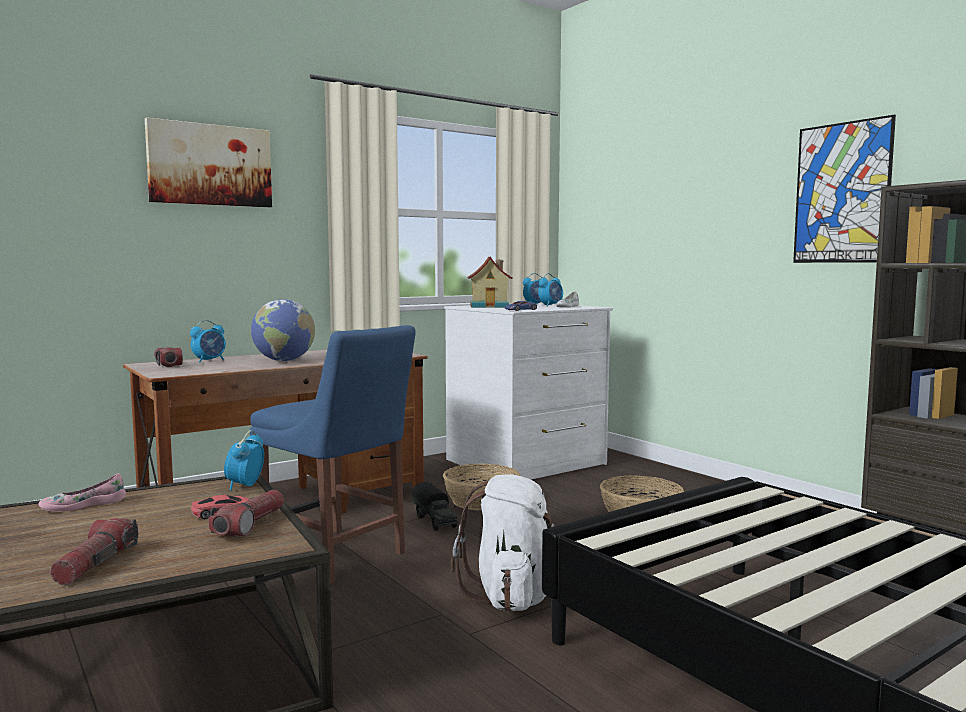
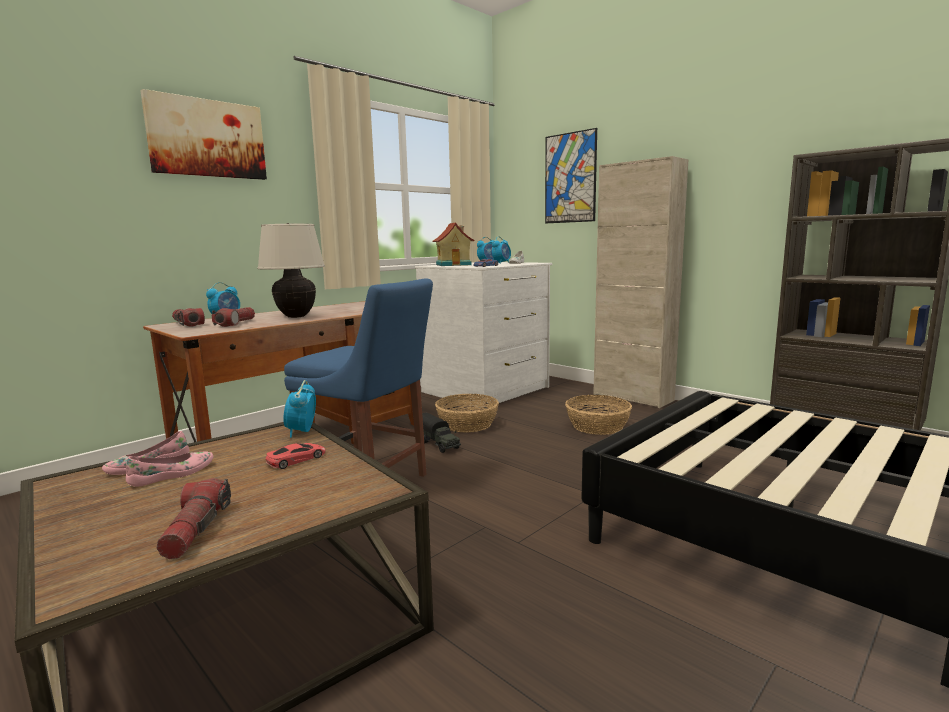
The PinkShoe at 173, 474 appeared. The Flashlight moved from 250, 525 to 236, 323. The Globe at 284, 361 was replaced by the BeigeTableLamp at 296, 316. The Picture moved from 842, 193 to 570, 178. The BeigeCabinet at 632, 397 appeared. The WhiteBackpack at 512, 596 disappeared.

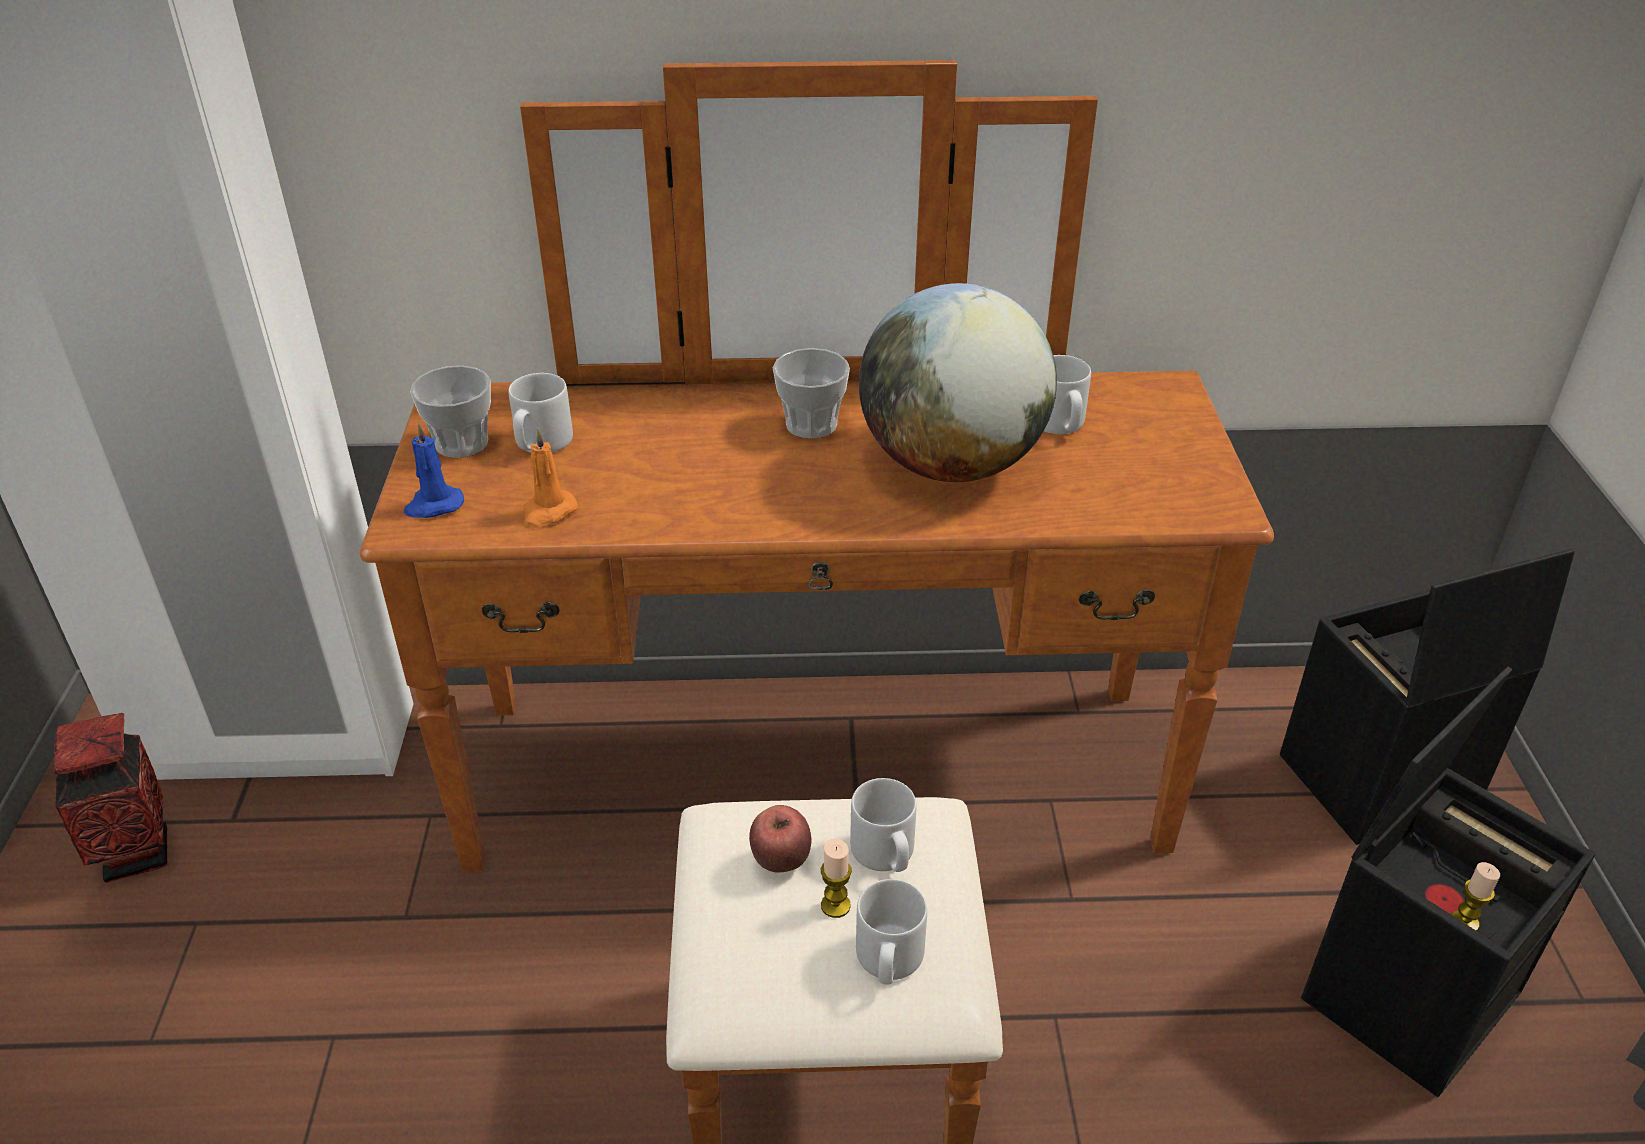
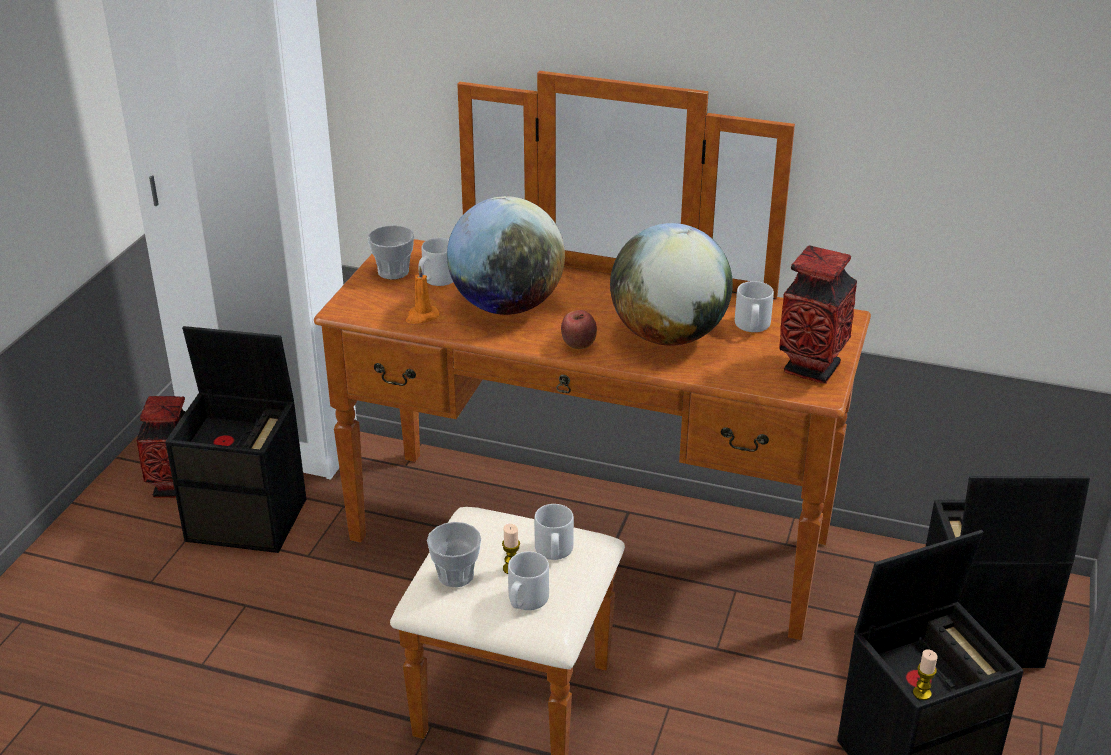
The BlackStorageBox at 249, 519 appeared. The Cup moved from 811, 425 to 455, 575. The Globe at 507, 306 appeared. The Apple moved from 781, 861 to 578, 346. The Vase at 811, 368 appeared. The BlueCandle at 433, 505 disappeared.

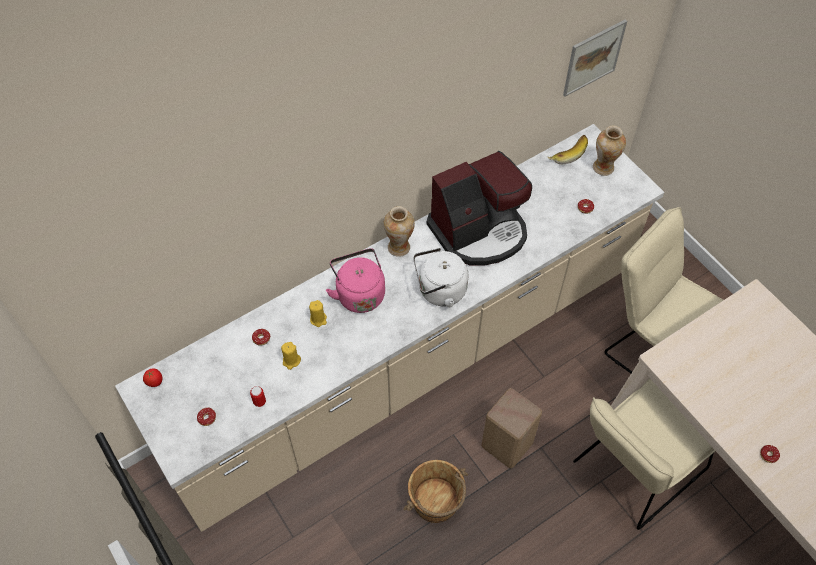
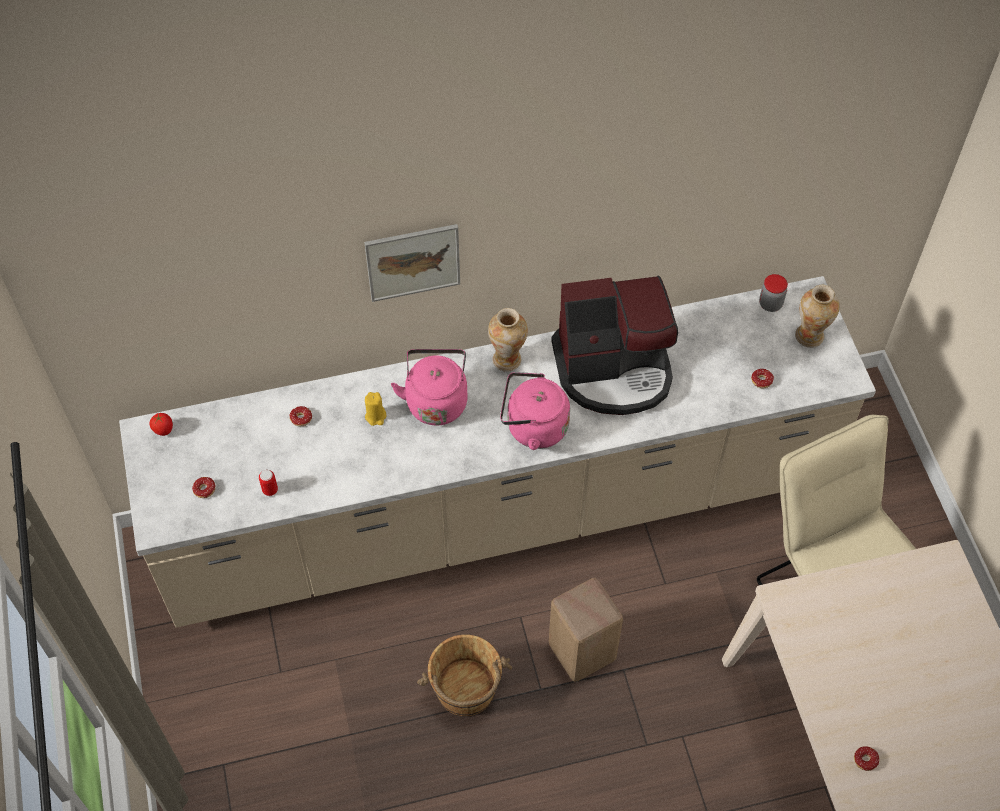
The Picture moved from 593, 57 to 413, 262. The WhiteKettle at 439, 291 became the PinkKettle at 533, 427. The Banana at 567, 153 was replaced by the Jar at 770, 304. The YellowCandle at 291, 361 disappeared. The BeigeChair at 633, 470 disappeared.

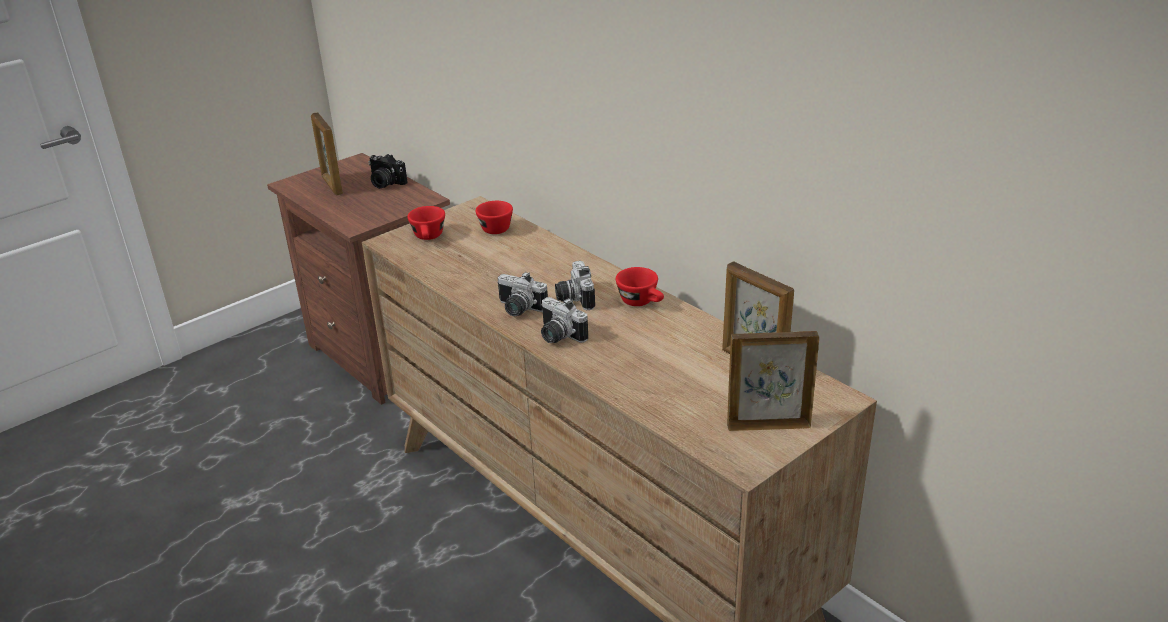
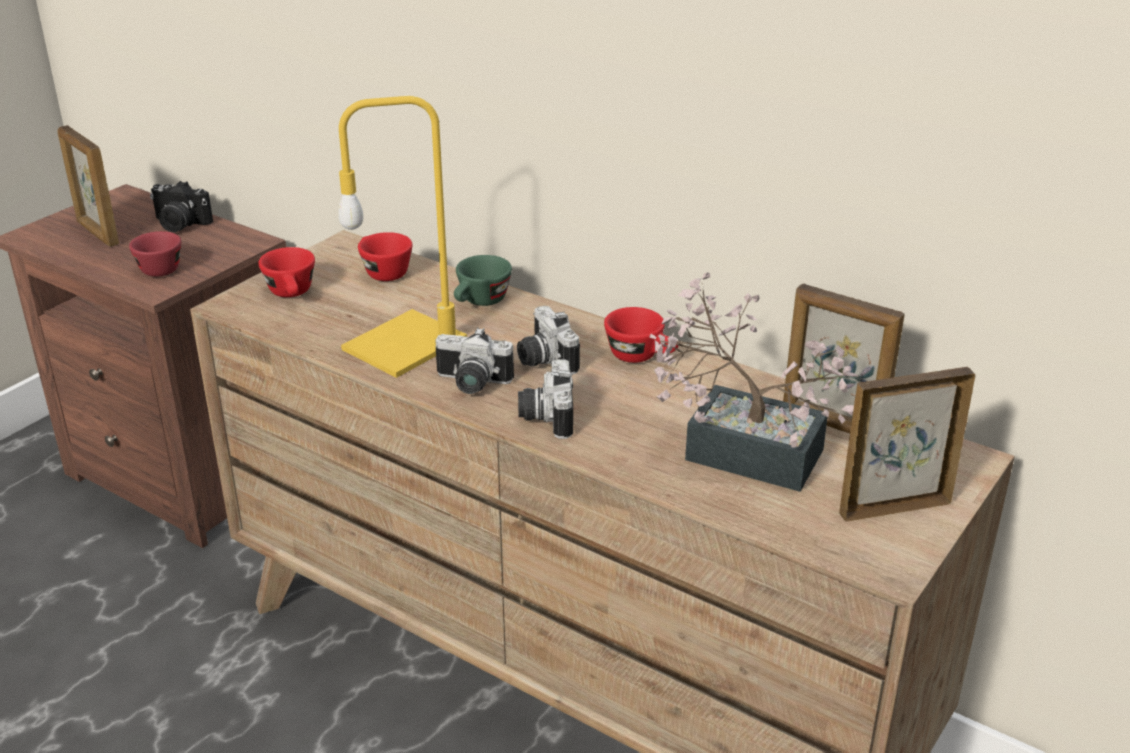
The RedCup at 159, 267 appeared. The YellowTableLamp at 406, 342 appeared. The GreenCup at 480, 302 appeared. The PhotoCamera at 558, 336 turned 60 degrees clockwise. The PottedPlant at 739, 449 appeared.

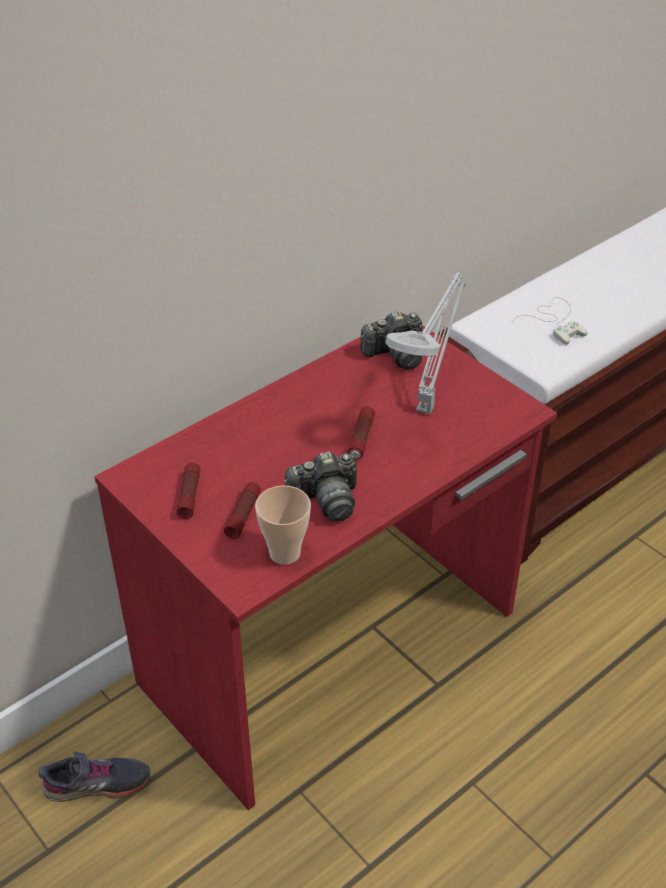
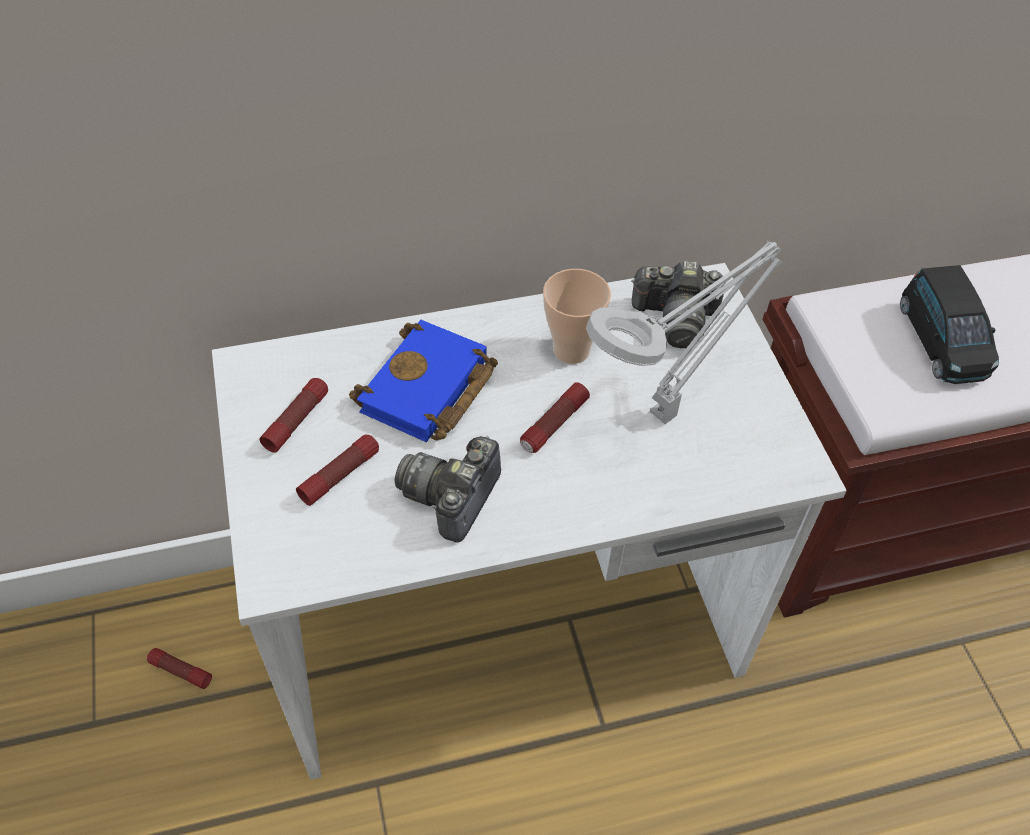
The GreyShoe at 97, 784 was replaced by the Flashlight at 180, 671. The RedDesk at 333, 649 became the WhiteDesk at 509, 626. The BlueBook at 428, 392 appeared. The PhotoCamera at 326, 500 turned 105 degrees clockwise. The Cup moved from 285, 553 to 571, 350. The WhiteGameController at 555, 321 was replaced by the BlackToyCar at 942, 341.

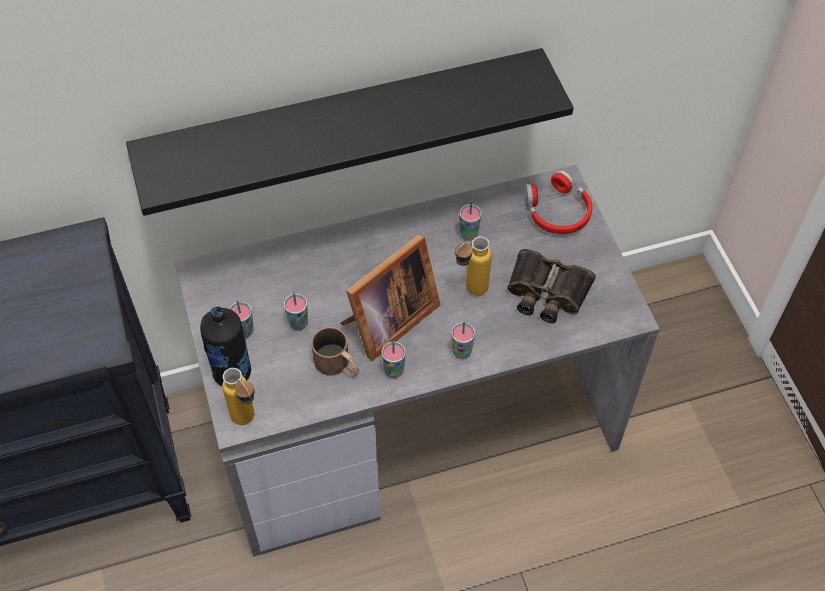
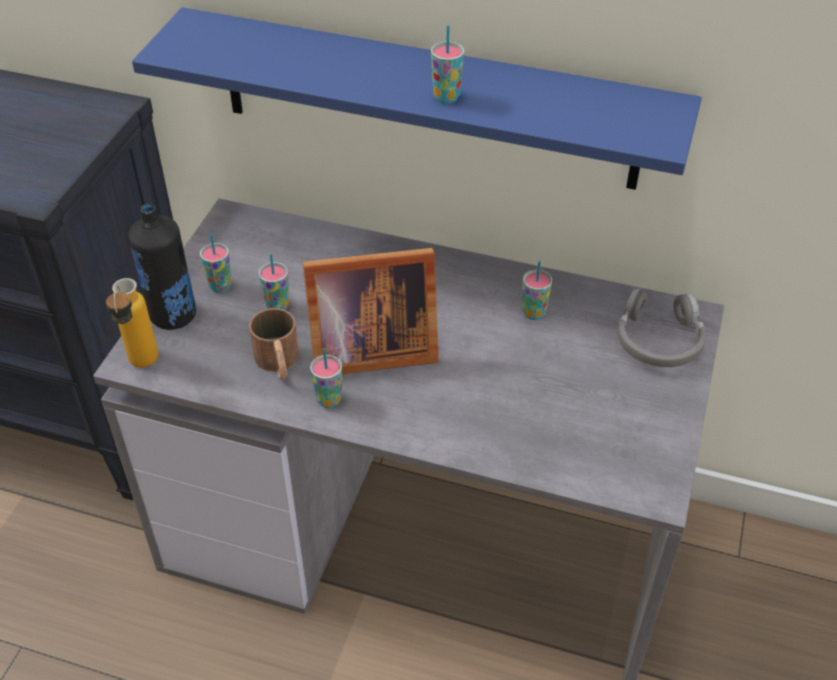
The BlackShelf at 343, 125 became the BlueShelf at 427, 100. The Cup moved from 461, 352 to 446, 97. The RedHeadphones at 557, 211 became the GreyHeadphones at 658, 339. The Bottle at 469, 292 disappeared. The Binoculars at 546, 292 disappeared.

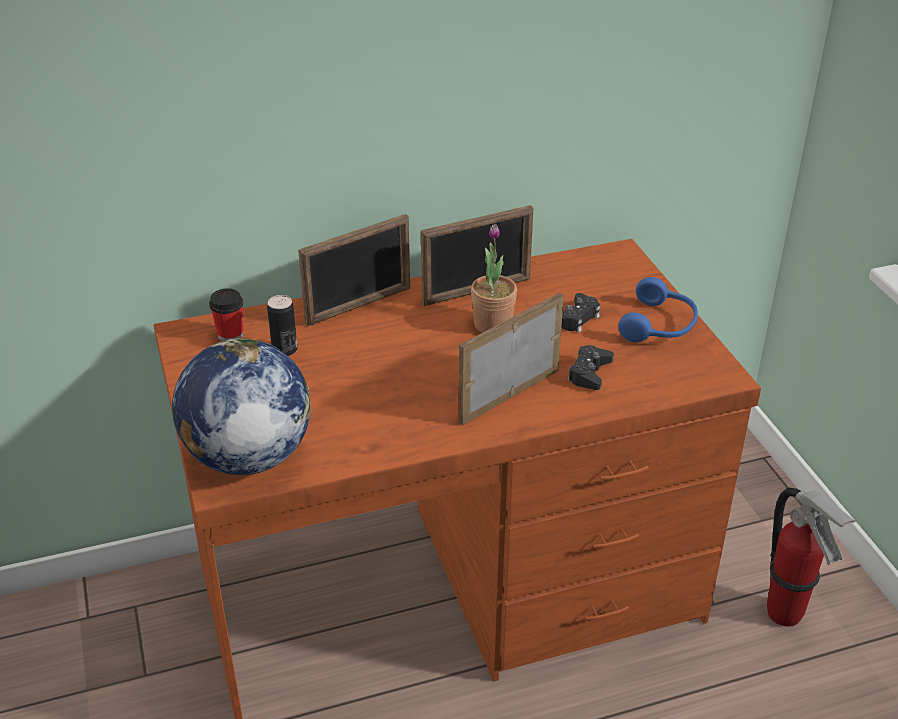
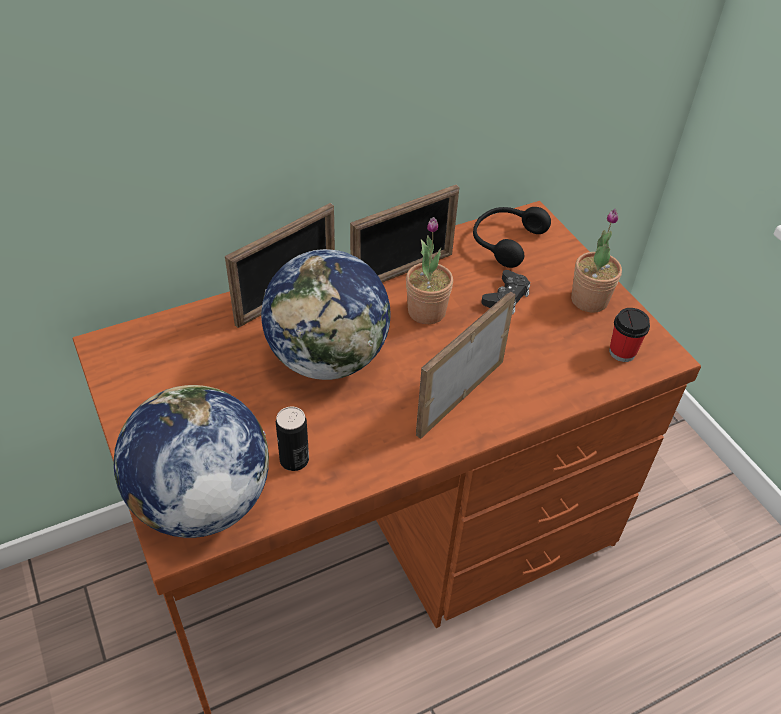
The Globe at 328, 358 appeared. The Can moved from 284, 350 to 294, 460. The BlackHeadphones at 505, 241 appeared. The BlueHeadphones at 660, 325 was replaced by the PottedPlant at 589, 300. The Cup moved from 230, 335 to 622, 352. The BlackGameController at 589, 373 disappeared. The FireExtinguisher at 785, 615 disappeared.

